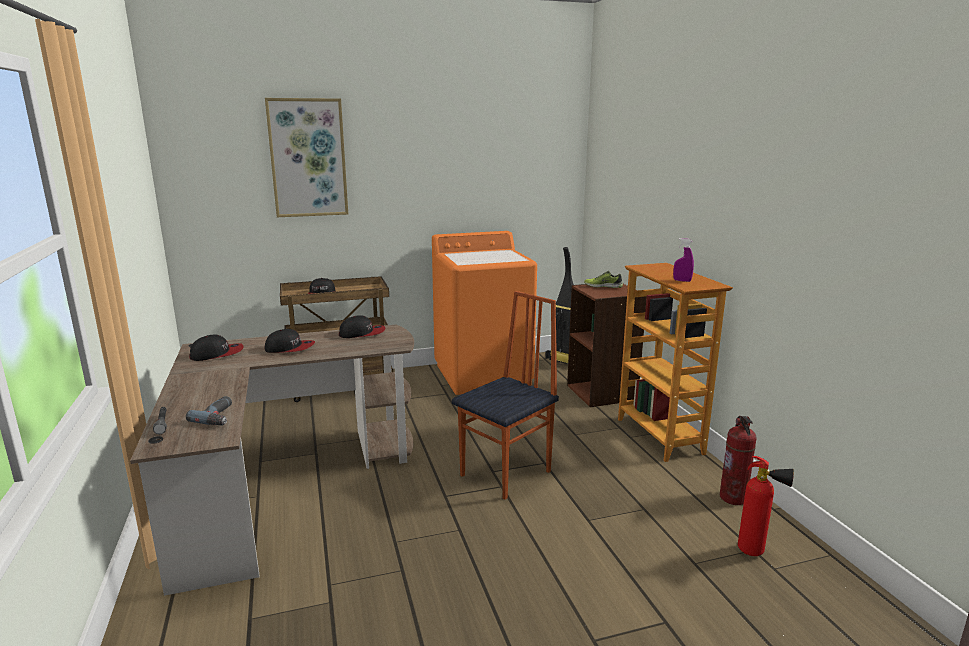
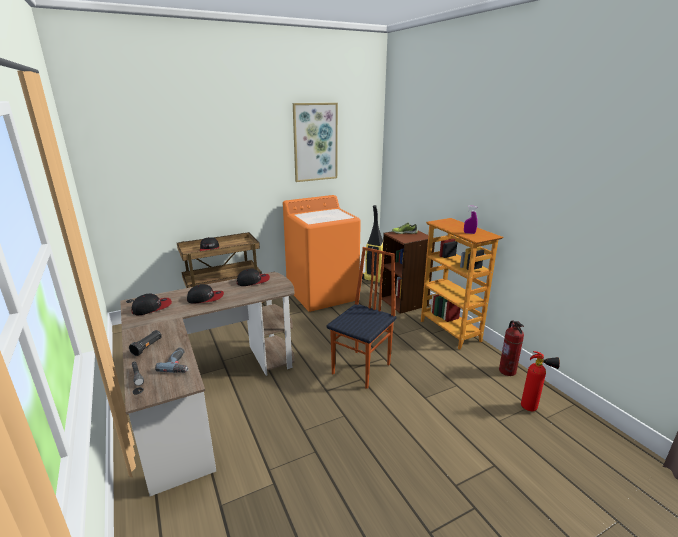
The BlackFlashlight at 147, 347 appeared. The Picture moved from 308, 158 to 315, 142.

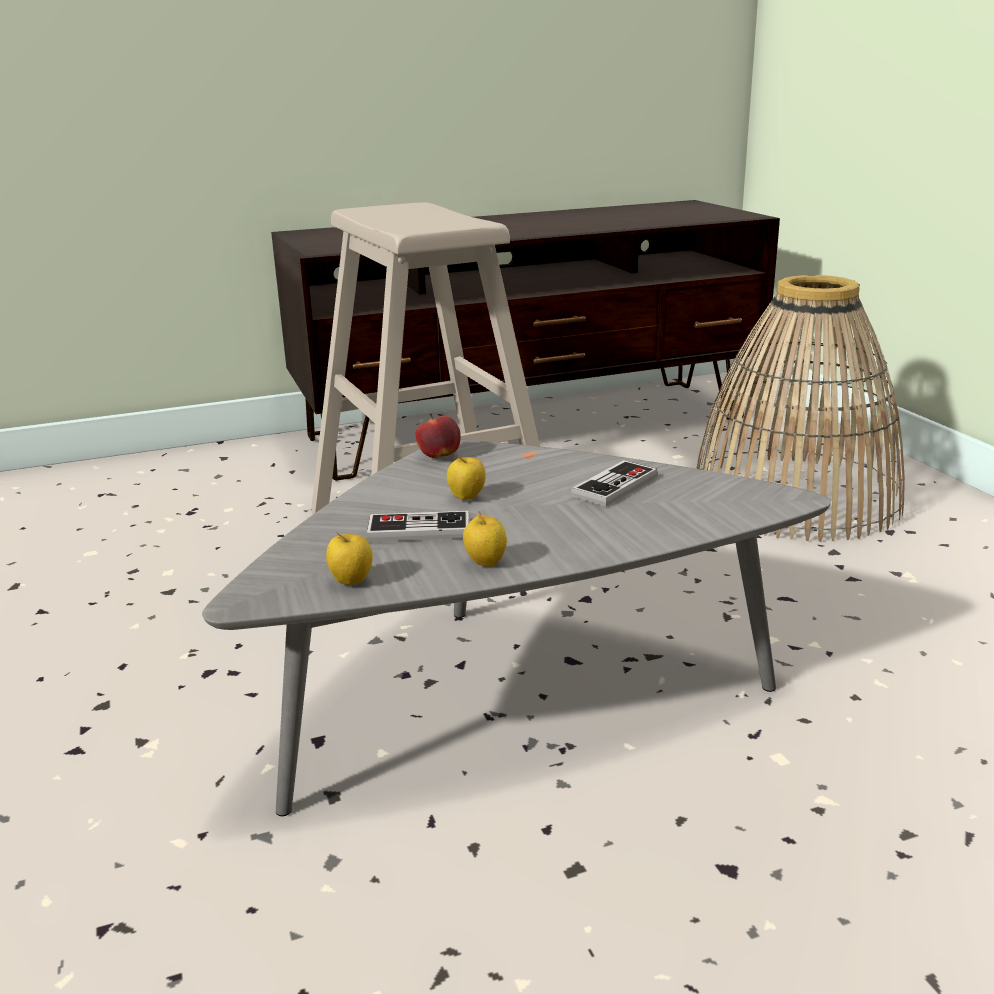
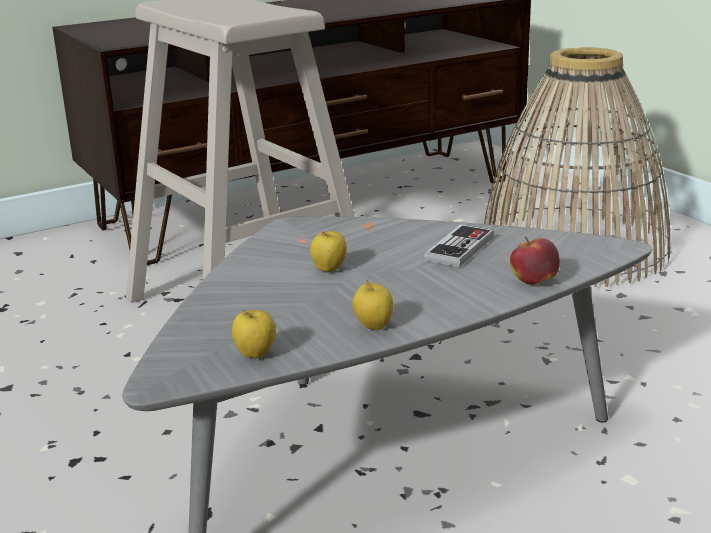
The Apple moved from 439, 456 to 534, 282. The GameController at 419, 530 disappeared.

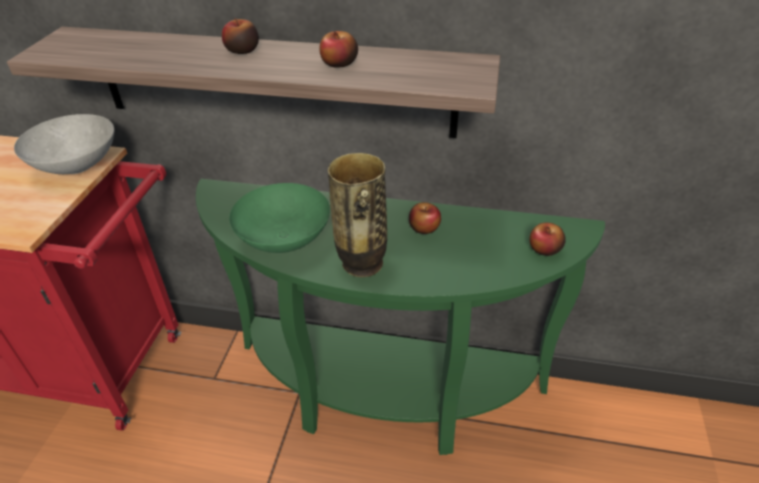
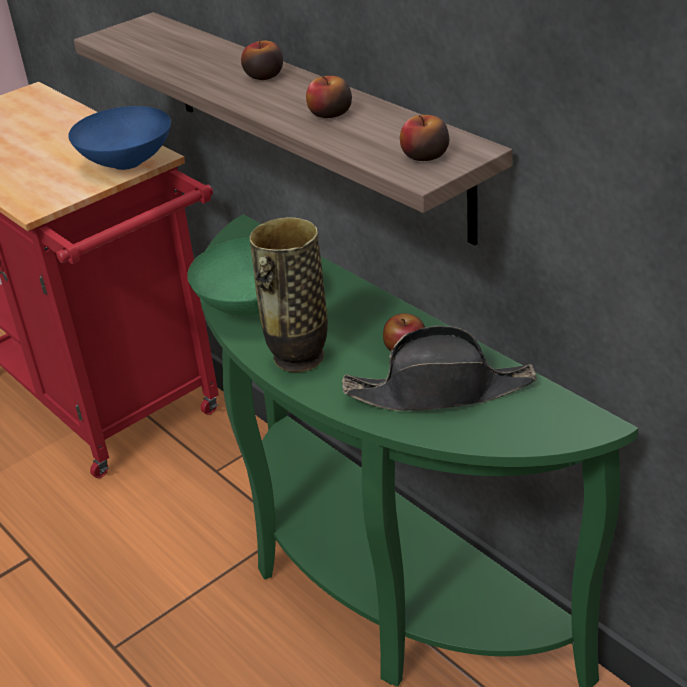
The GreyBowl at 78, 165 became the BlueBowl at 128, 162. The BlackHat at 440, 391 appeared. The Apple moved from 545, 249 to 424, 156.

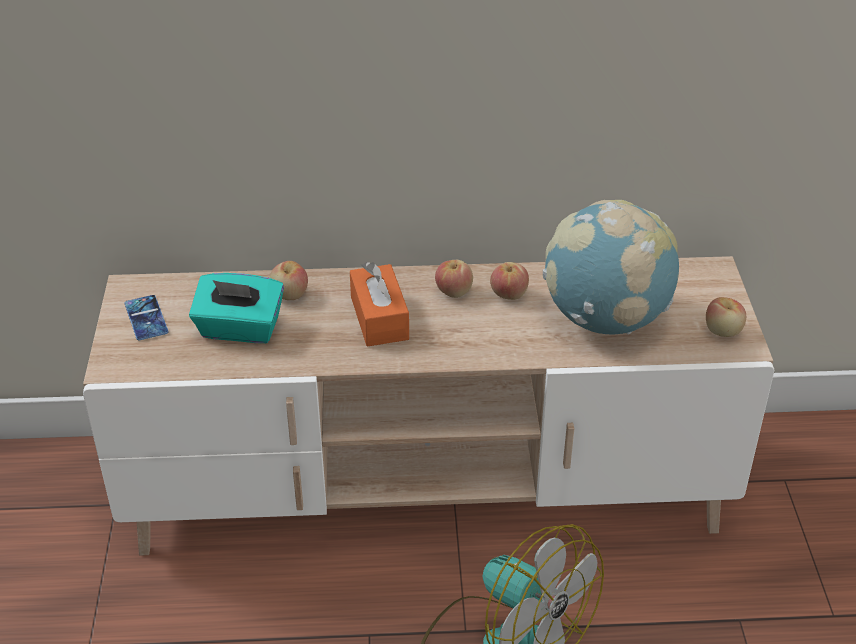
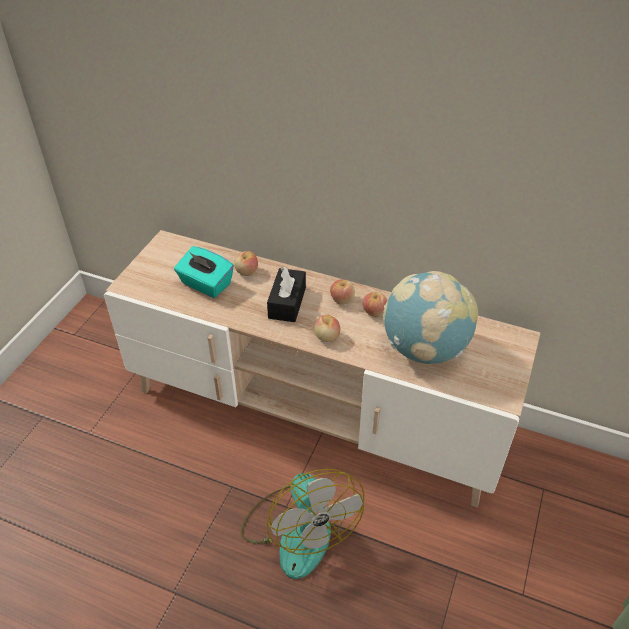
The OrangeTissueBox at 379, 318 became the BlackTissueBox at 287, 303. The Apple moved from 723, 331 to 327, 337. The Phone at 146, 318 disappeared.

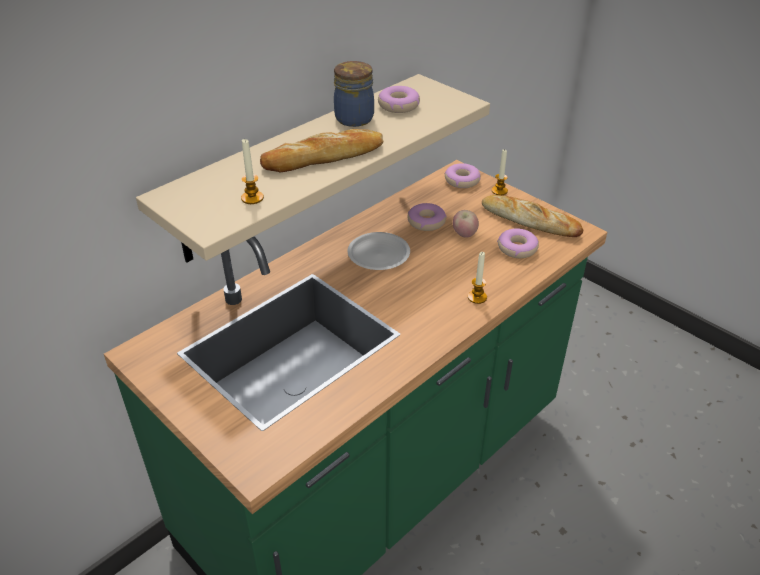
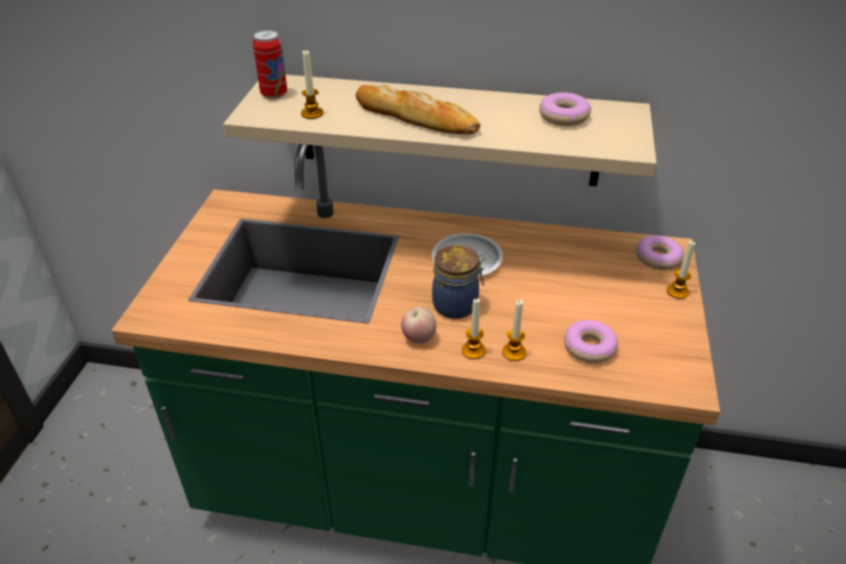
The Can at 274, 94 appeared. The Apple moved from 464, 235 to 418, 338. The Jar moved from 355, 118 to 457, 305. The Candle at 513, 352 appeared. The Donut at 426, 222 disappeared. The Bread at 530, 221 disappeared.

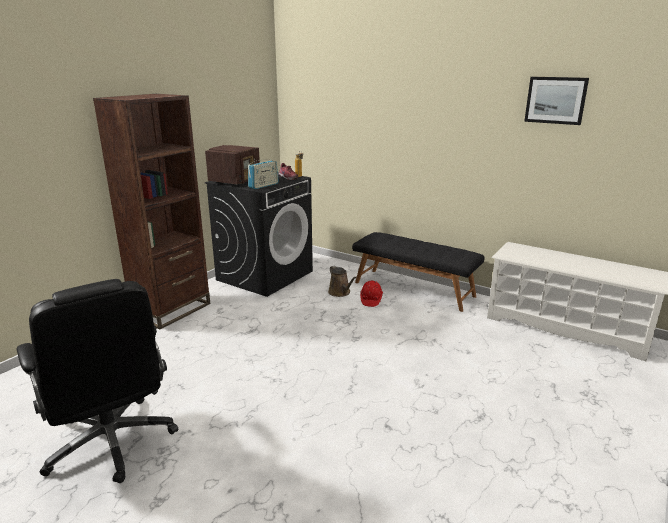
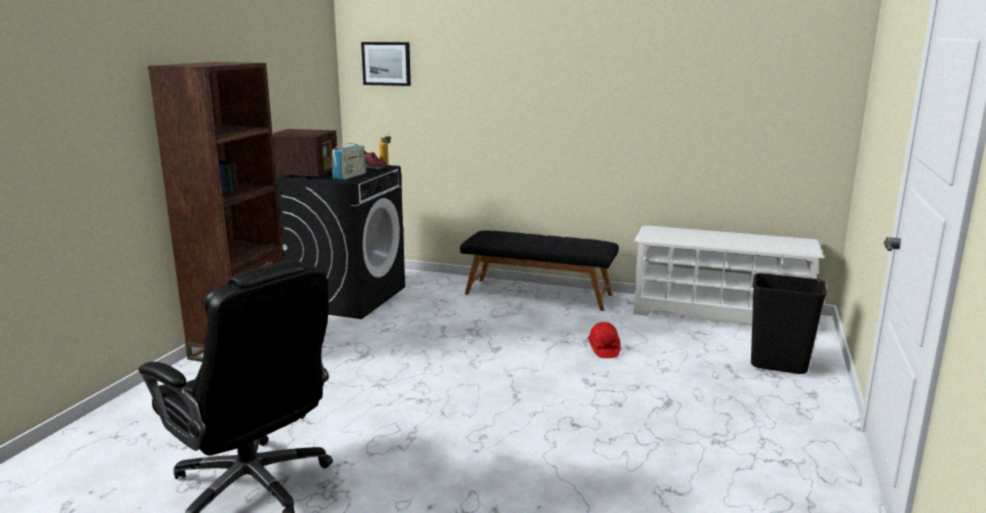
The Picture moved from 555, 100 to 386, 63. The RedHardHat moved from 371, 300 to 603, 349. The BlackTrashCan at 779, 365 appeared. The BrownWateringCan at 340, 293 disappeared.

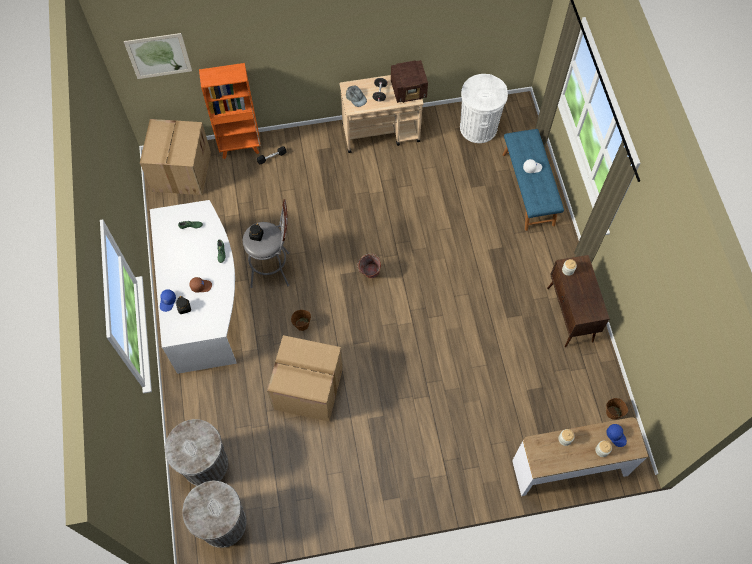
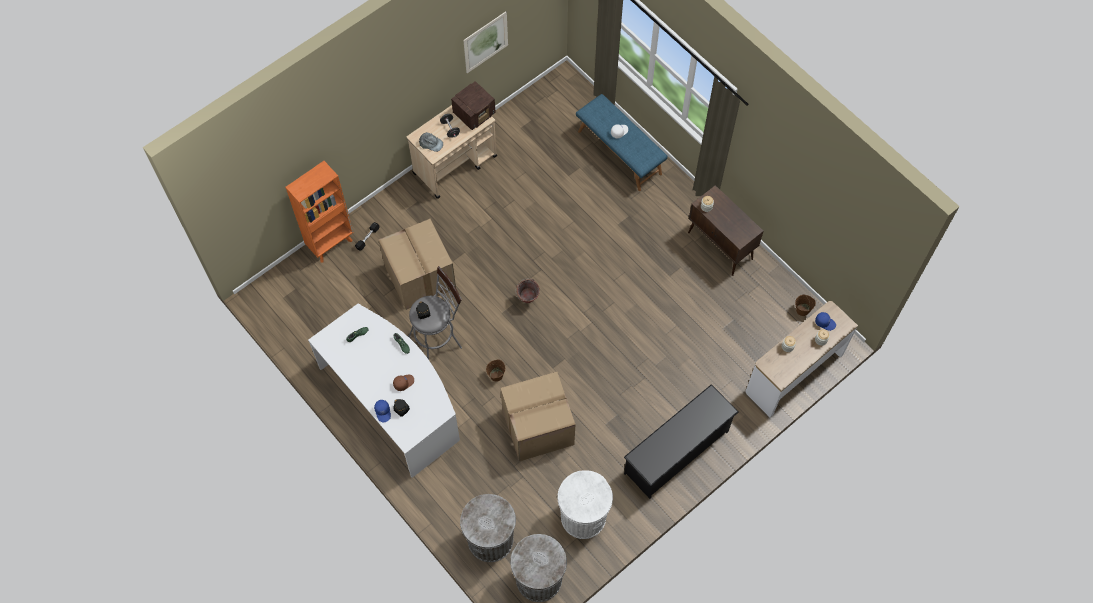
The CardboardBox moved from 181, 171 to 419, 276. The Picture moved from 158, 56 to 485, 42. The WhiteTrashCan moved from 478, 127 to 583, 517. The BlackShoeRack at 677, 452 appeared.

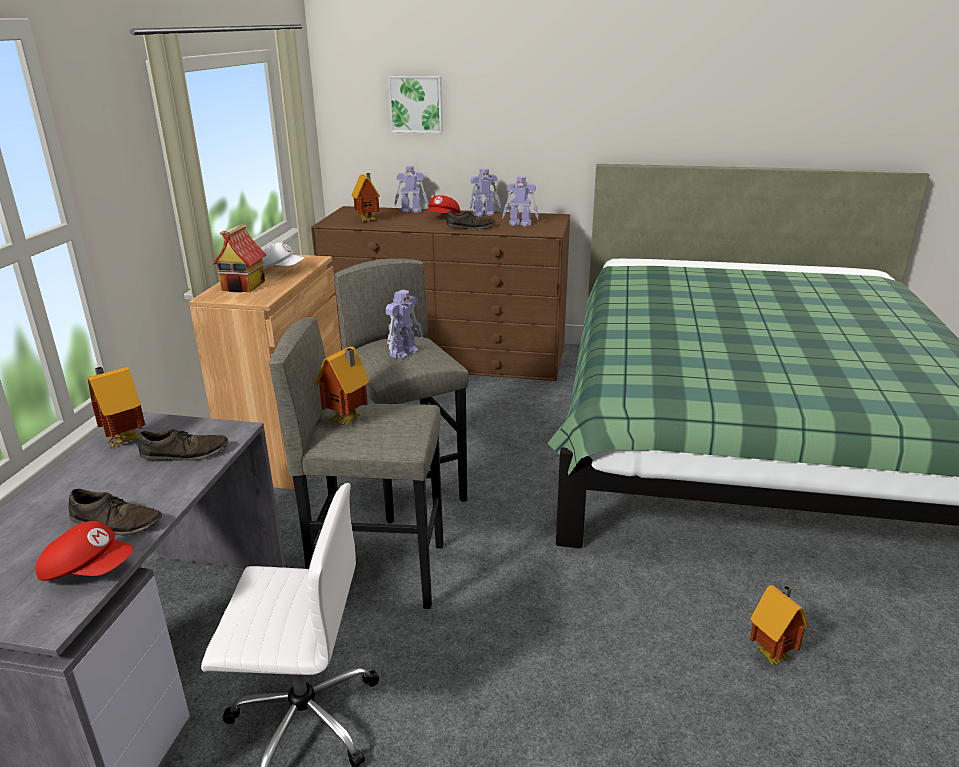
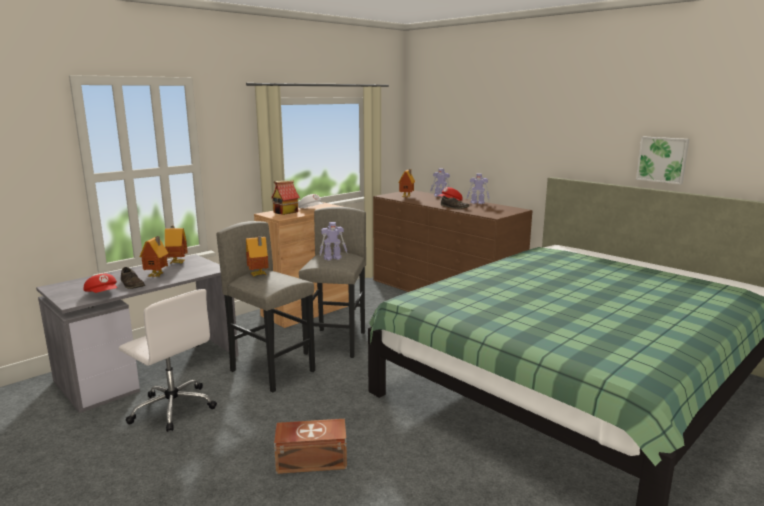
The ToyHouse moved from 772, 654 to 157, 276. The BrownStorageBox at 310, 459 appeared. The Picture moved from 416, 104 to 662, 159. The BrownShoe at 185, 453 disappeared. The ToyRobot at 520, 224 disappeared.

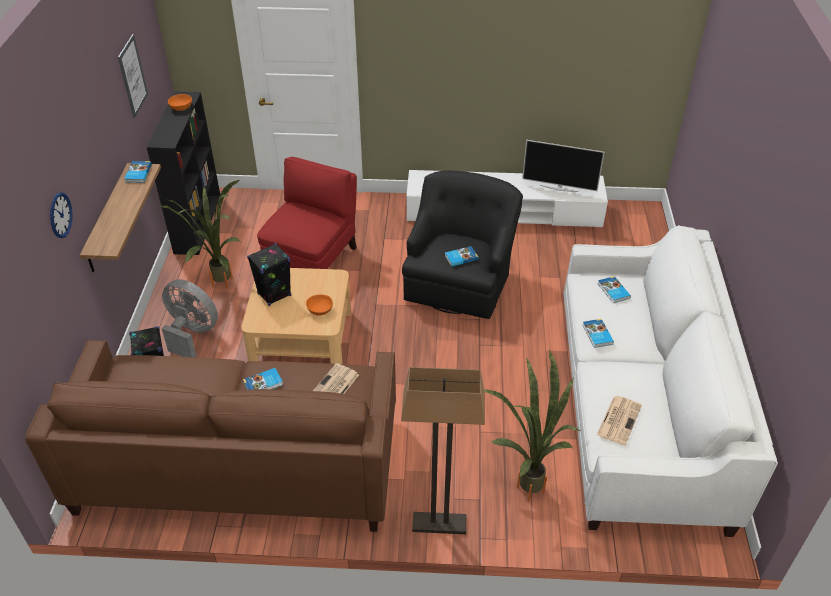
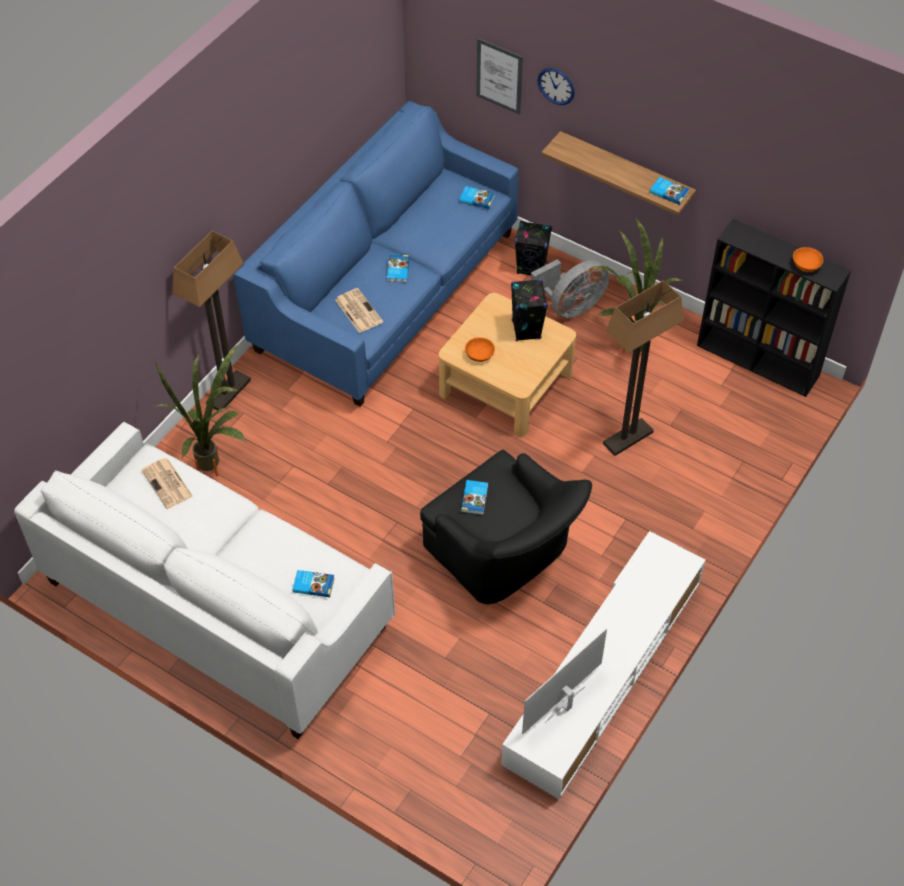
The BrownSofa at 240, 463 became the BlueSofa at 386, 293. The Book moved from 597, 335 to 477, 198. The Picture moved from 132, 76 to 499, 76. The RedArmchair at 313, 259 was replaced by the FloorLamp at 628, 438.

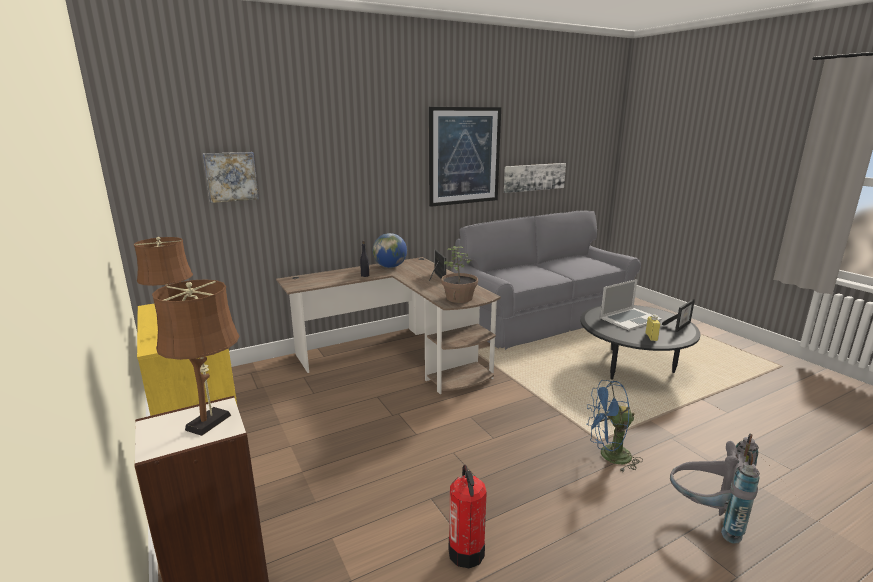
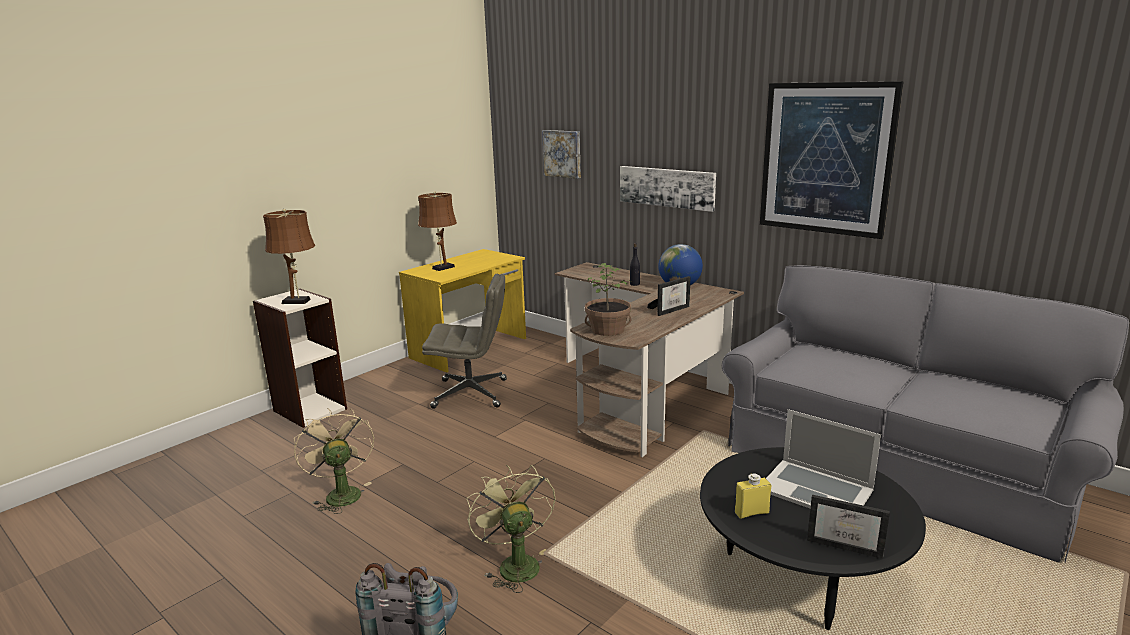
The FireExtinguisher at 466, 552 was replaced by the BeigeFan at 340, 493. The GreyOfficeChair at 471, 393 appeared. The BlueFan at 609, 456 became the GreenFan at 514, 563. The Picture moved from 534, 177 to 667, 187.

